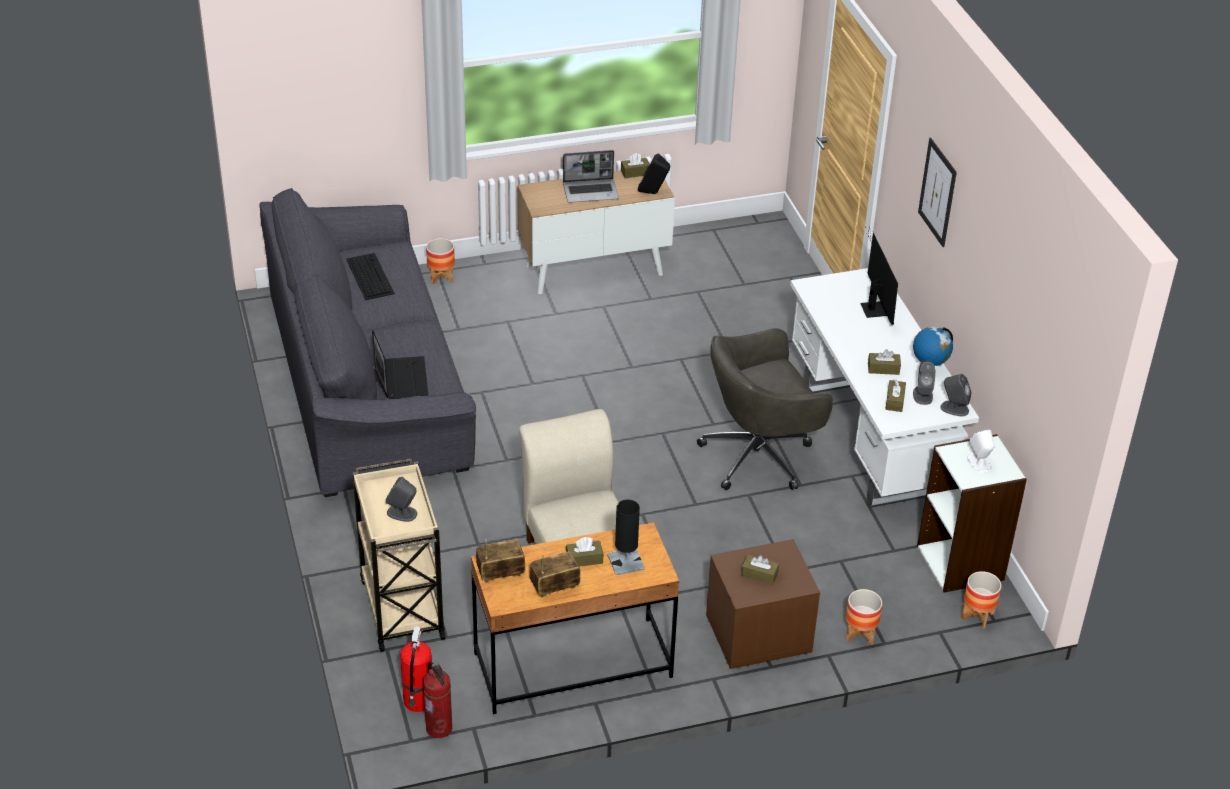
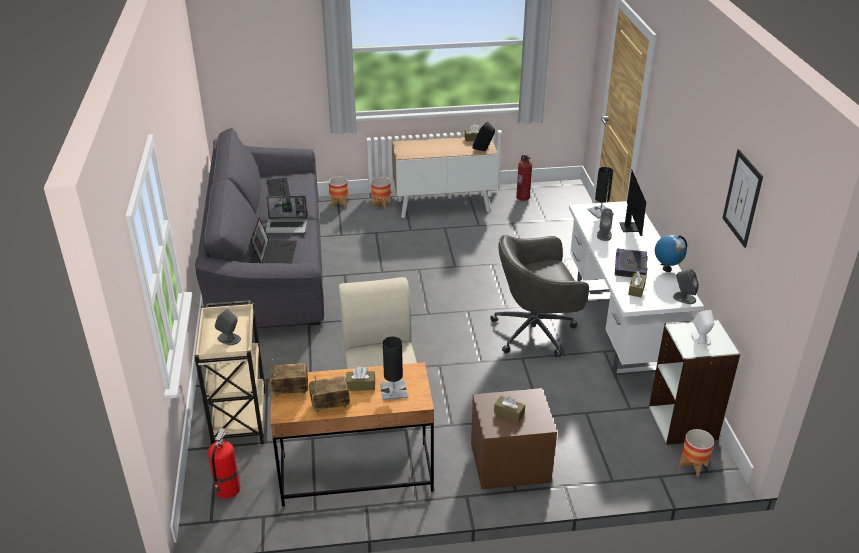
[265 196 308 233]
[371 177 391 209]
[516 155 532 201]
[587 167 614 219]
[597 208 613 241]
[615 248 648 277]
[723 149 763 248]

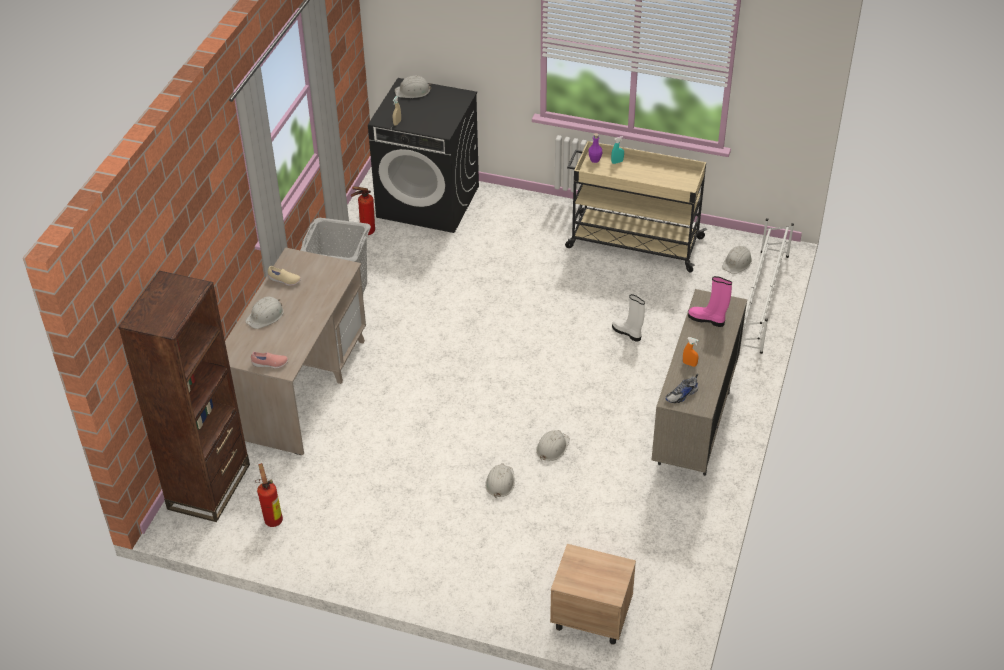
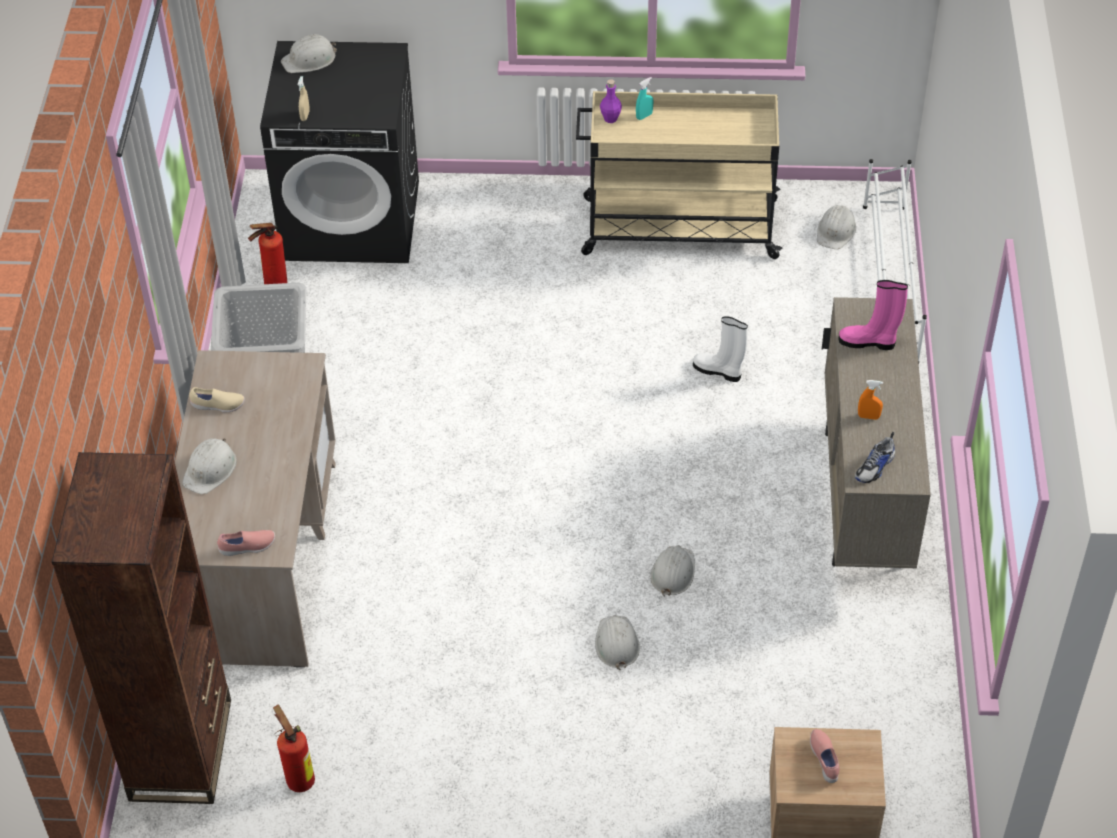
[810 729 839 783]

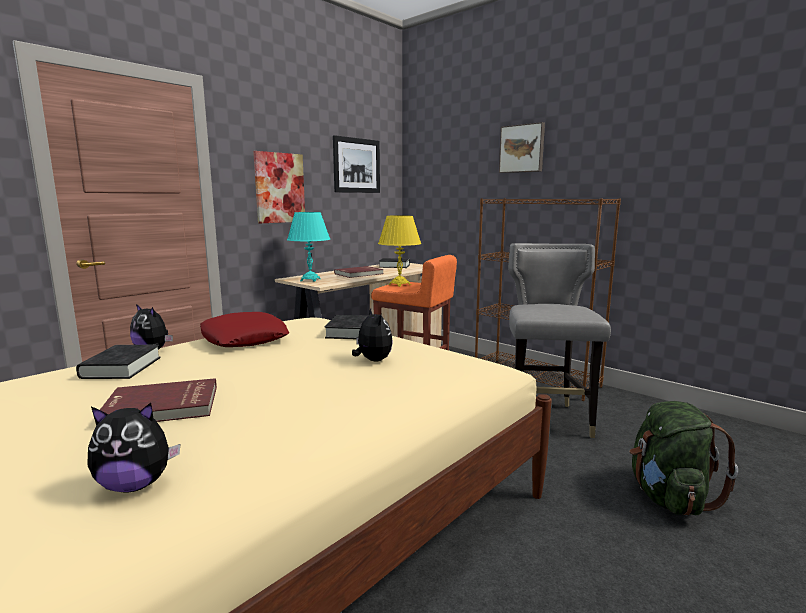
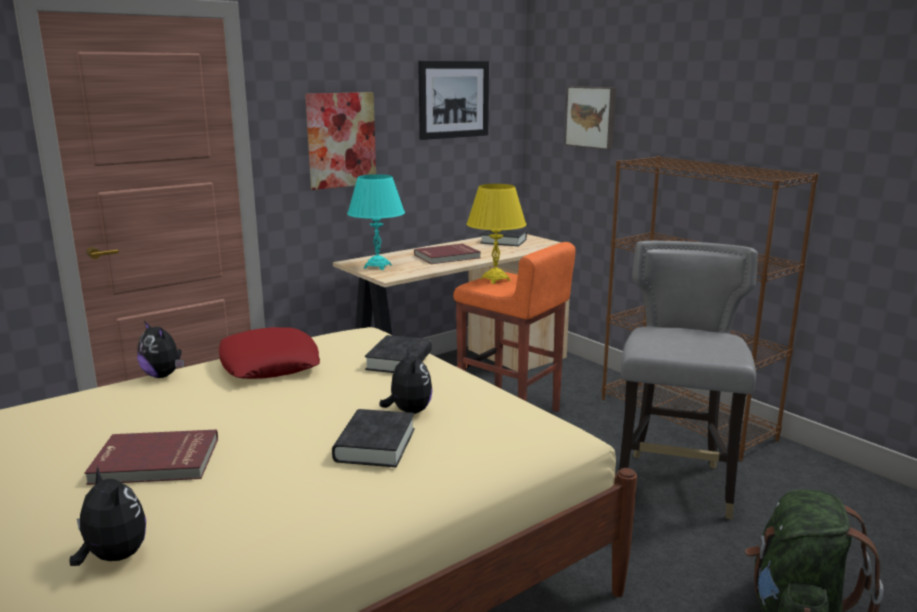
[69 467 146 566]
[332 409 415 467]
[565 86 616 150]

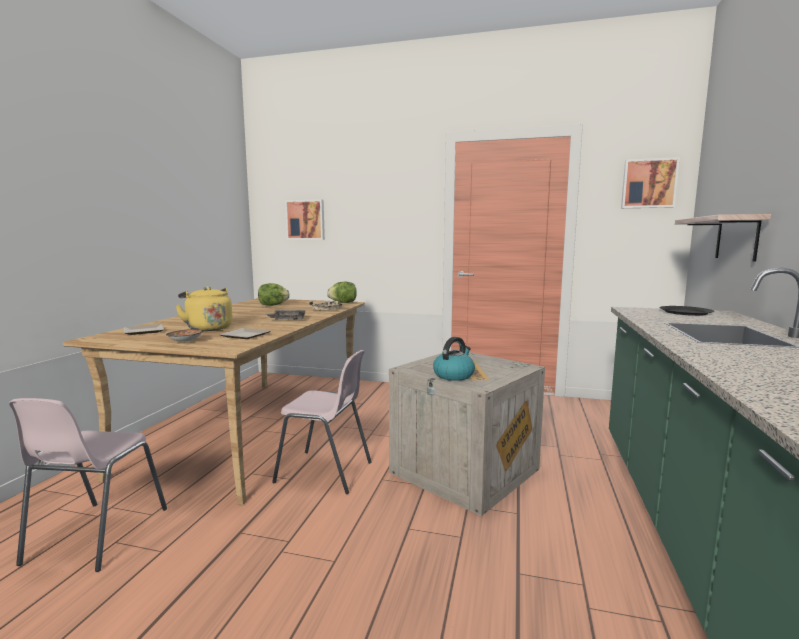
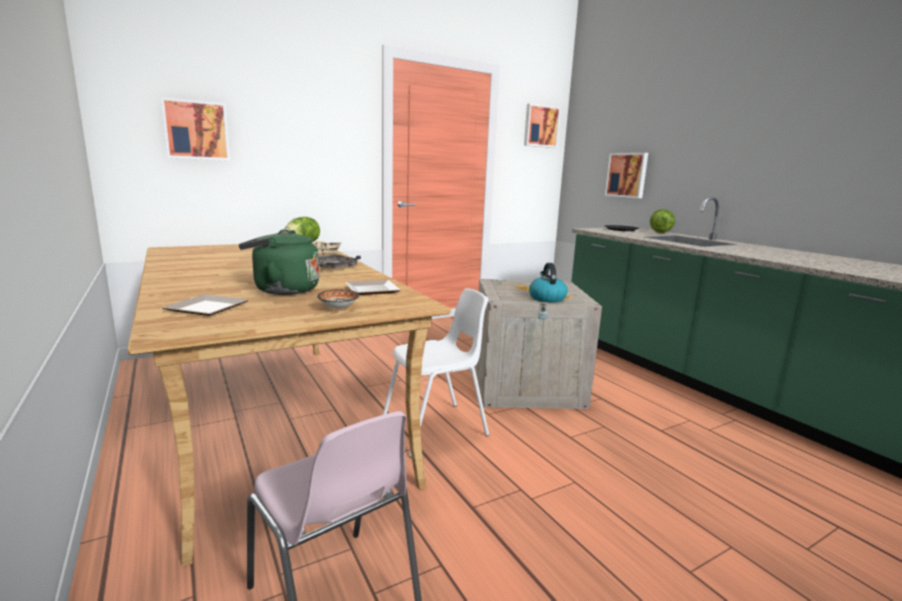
[239 229 319 295]
[383 288 489 458]
[605 153 648 198]
[650 209 675 233]

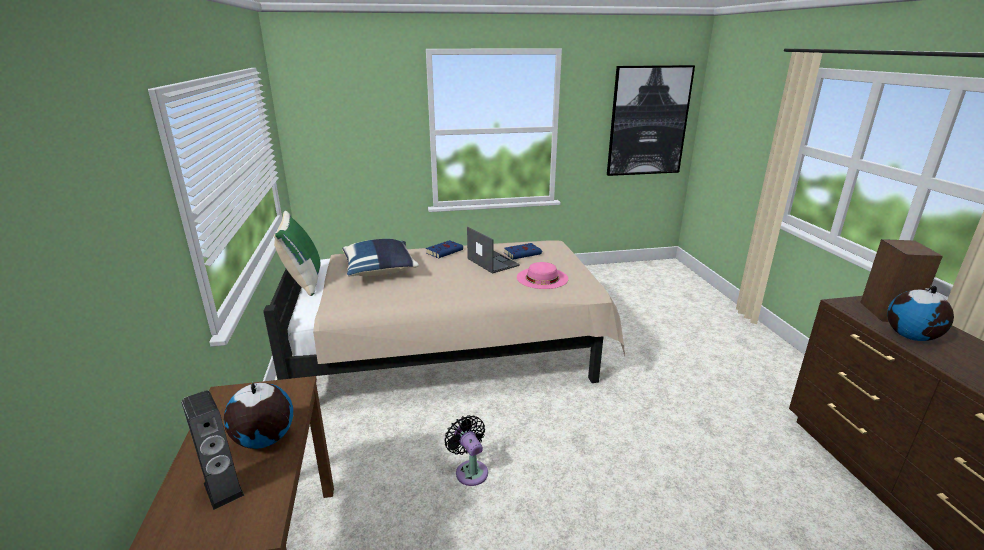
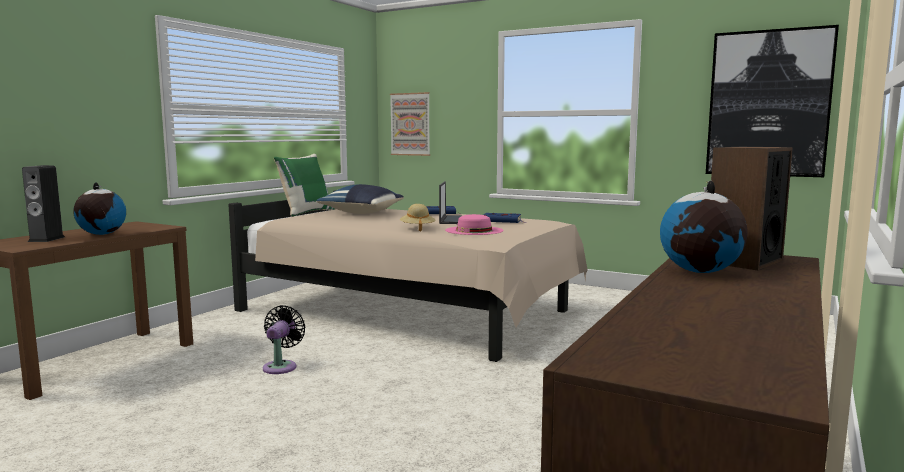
[390 92 430 156]
[400 204 436 231]

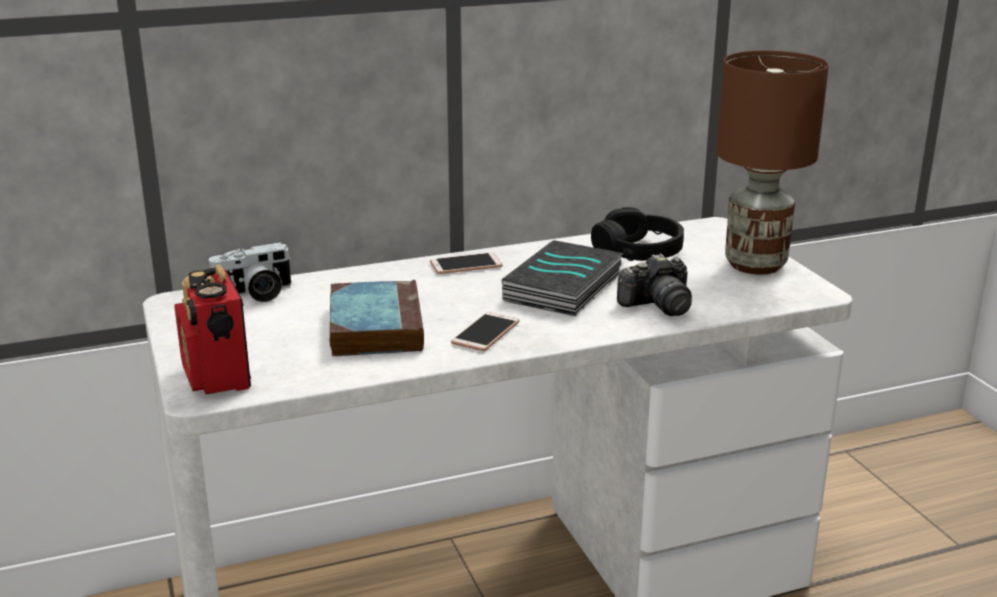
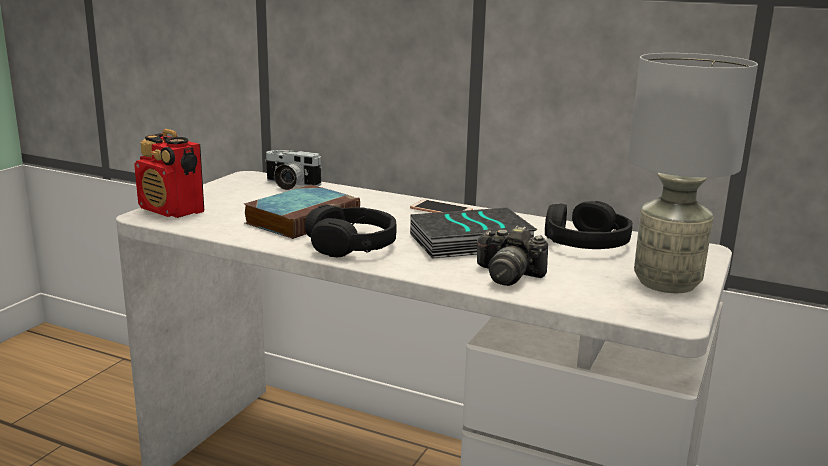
[135 129 204 218]
[305 204 397 257]
[628 53 758 293]

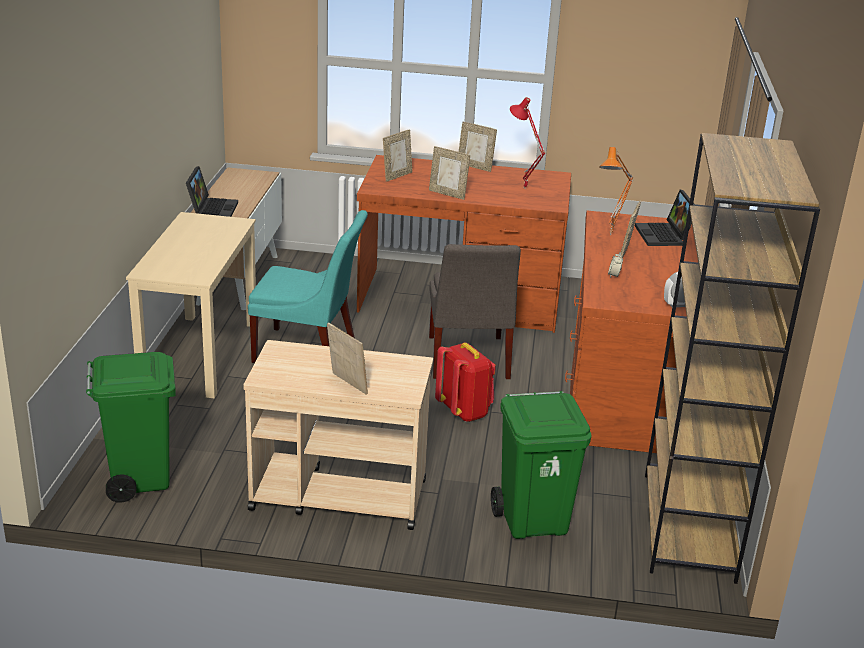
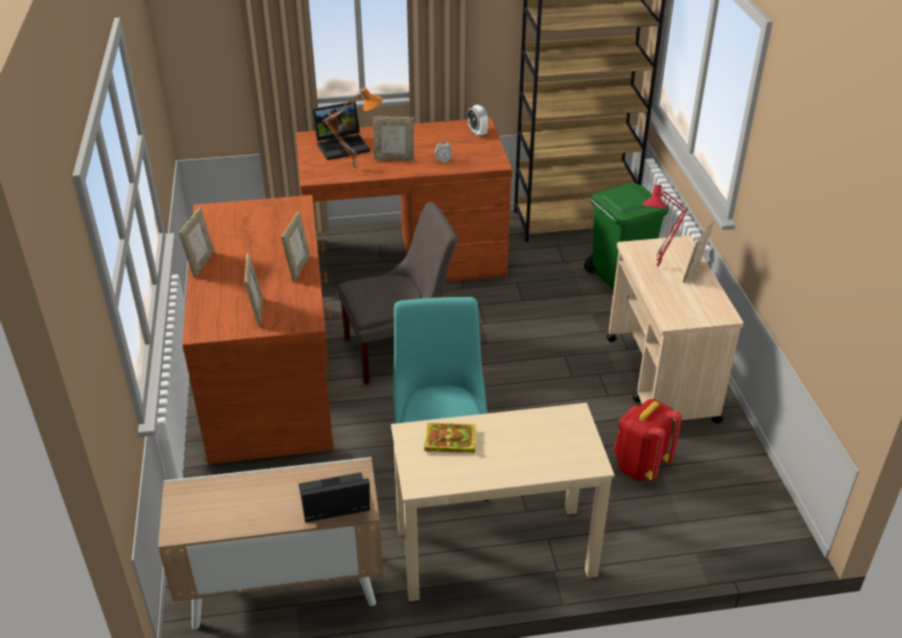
[244 253 263 327]
[424 422 476 453]
[613 399 682 481]
[642 184 688 268]
[86 352 176 503] (first image)

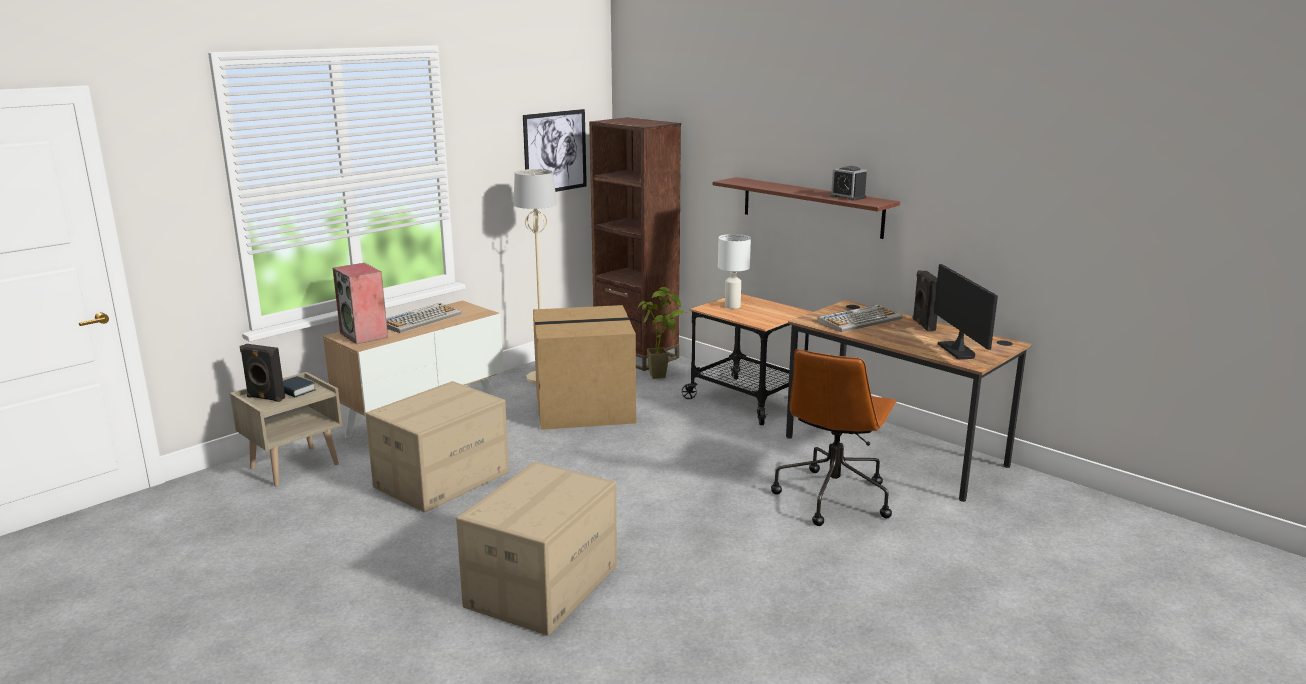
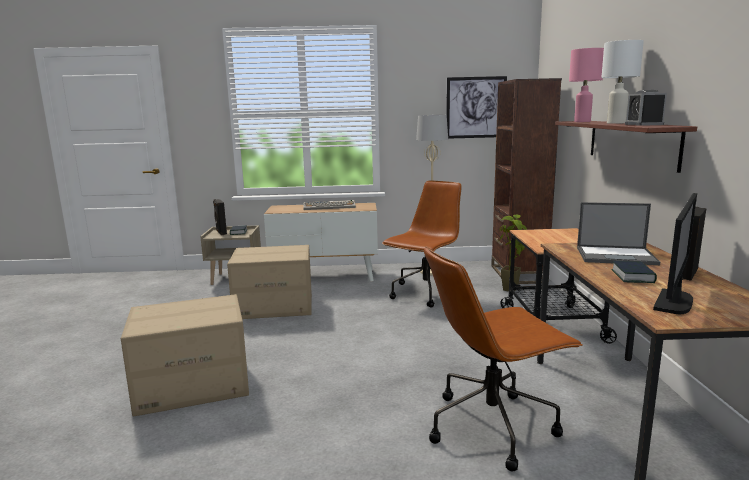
[382 180 462 308]
[569 48 604 122]
[577 202 660 265]
[601 40 644 124]
[612 261 657 283]
[333 263 388 344] (first image)

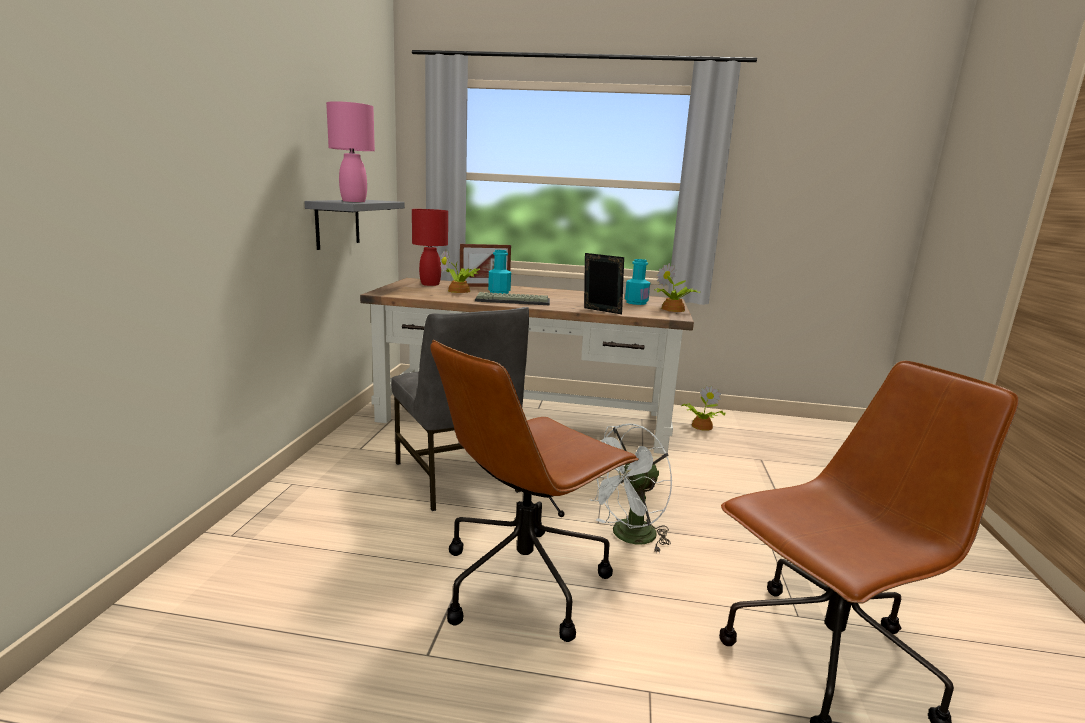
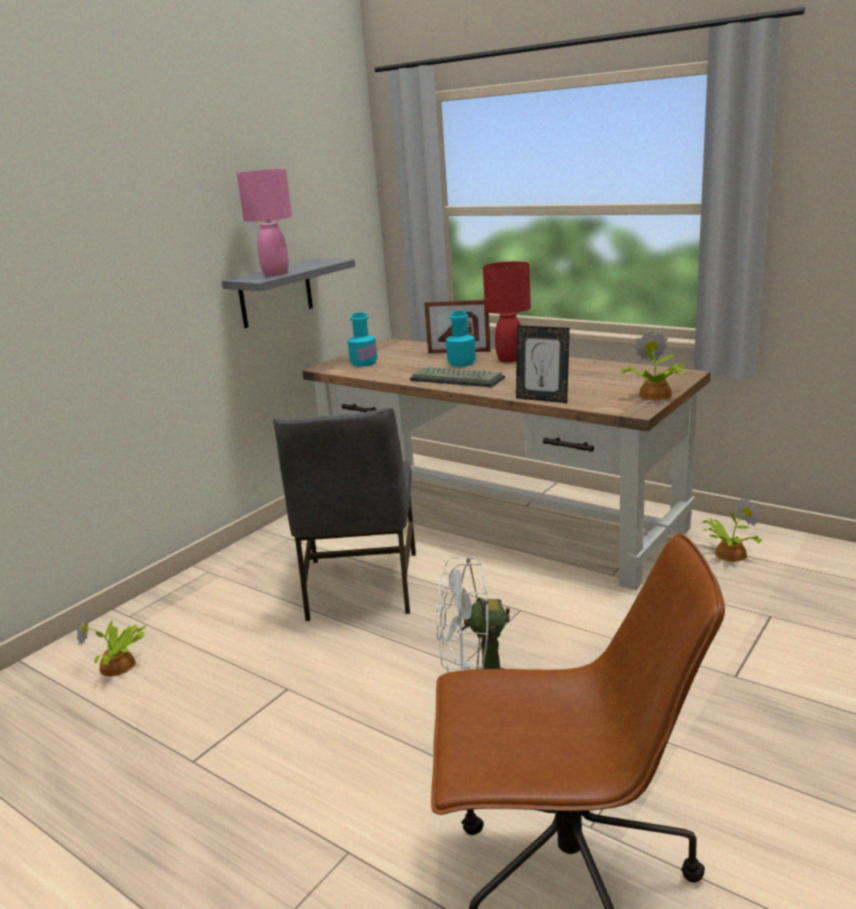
[77 610 146 676]
[348 312 377 367]
[483 261 531 362]
[516 325 570 403]
[430 340 639 642] (first image)

